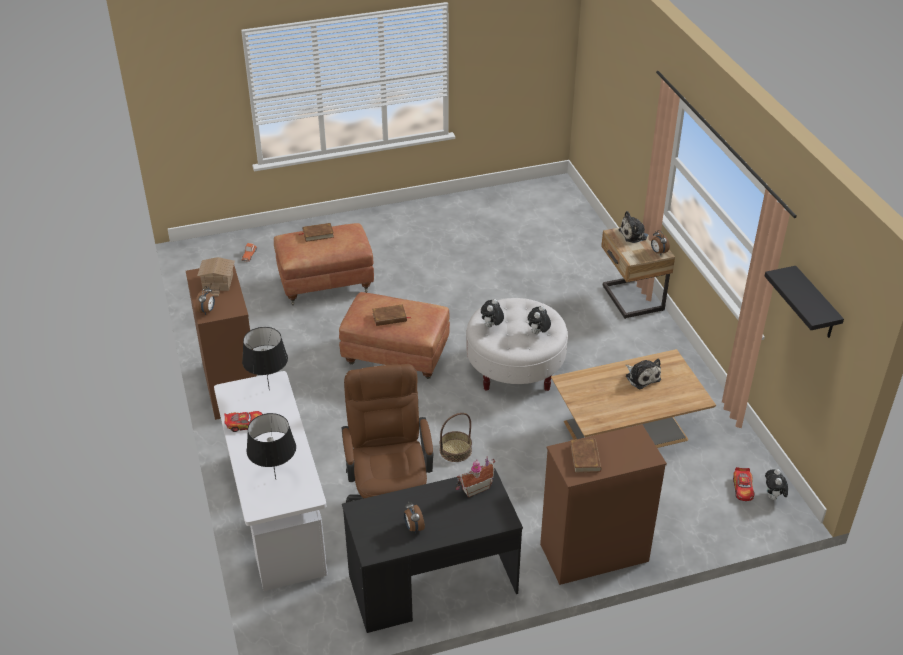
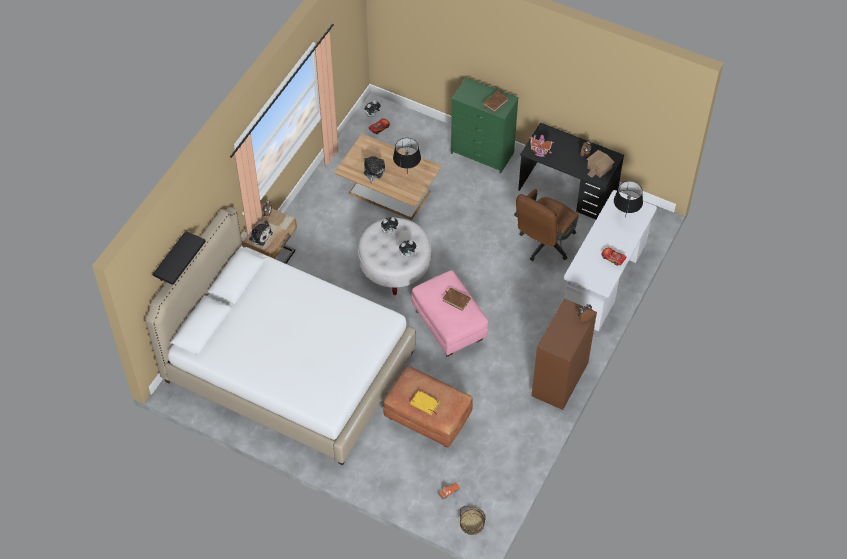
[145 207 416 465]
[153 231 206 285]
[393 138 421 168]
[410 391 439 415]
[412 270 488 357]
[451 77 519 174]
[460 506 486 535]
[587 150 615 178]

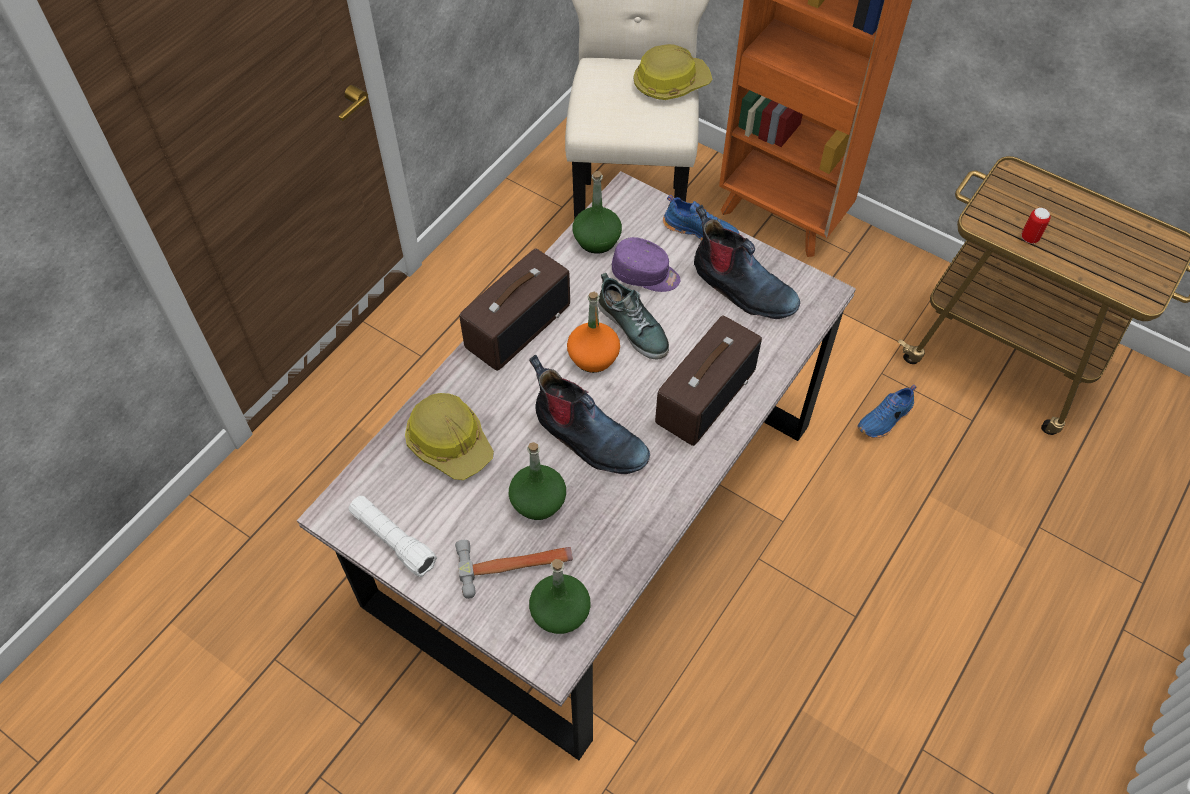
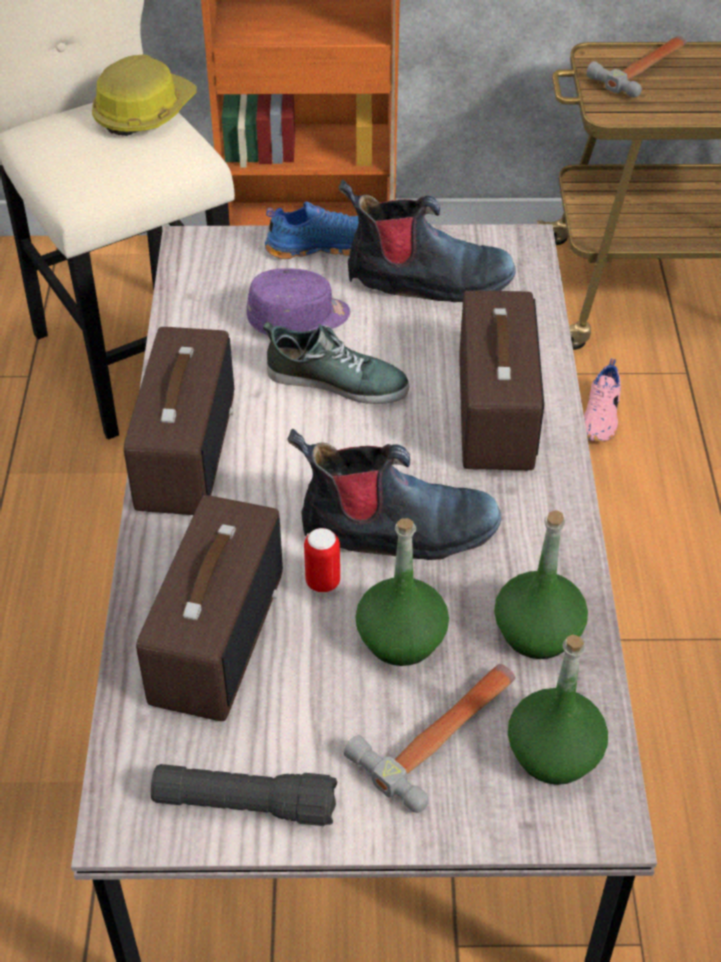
[136 495 283 721]
[151 764 337 826]
[304 528 340 593]
[494 510 588 659]
[584 358 621 442]
[586 36 687 97]
[567 292 620 373] (first image)

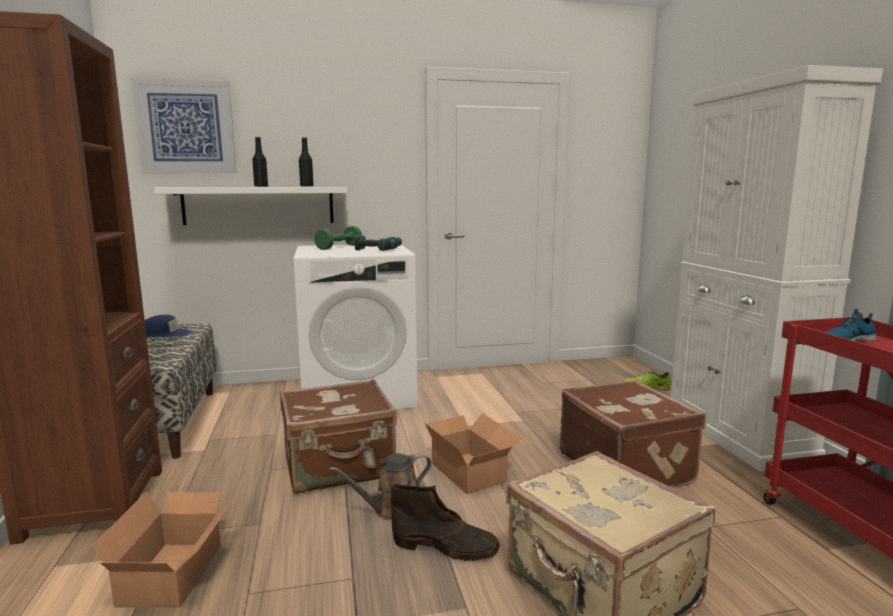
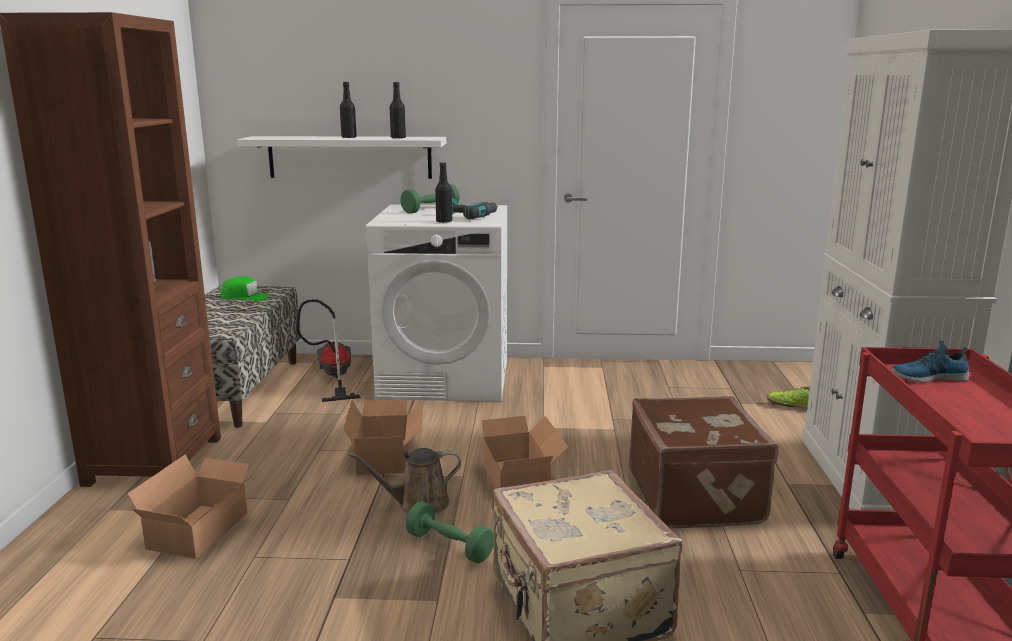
[221 276 272 301]
[296 299 361 402]
[343 399 423 475]
[406 501 494 563]
[435 162 452 223]
[131 78 236 173] (first image)

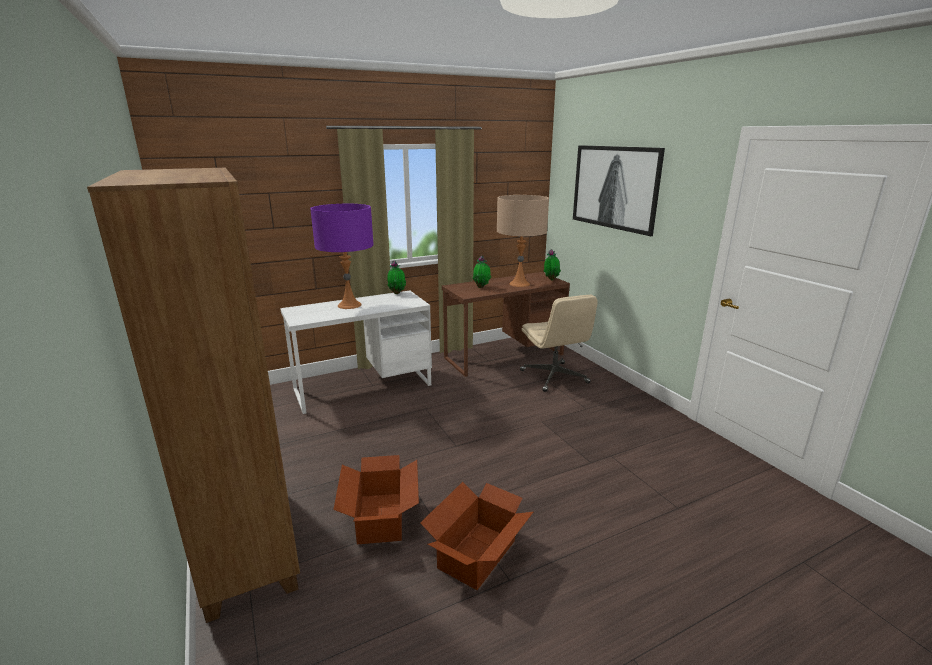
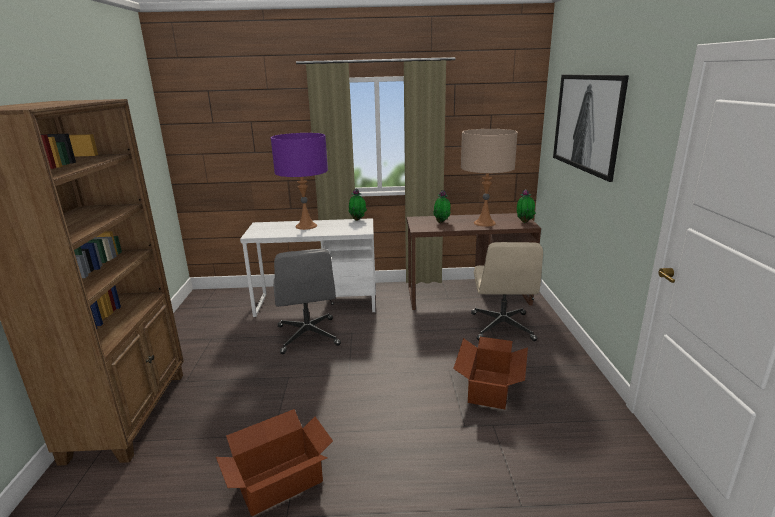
[273 249 341 354]
[453 337 528 409]

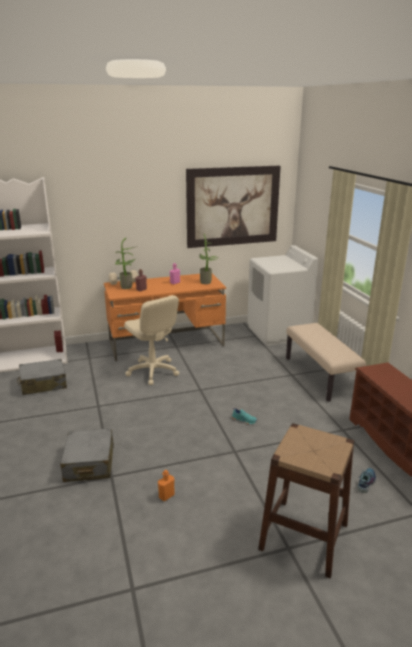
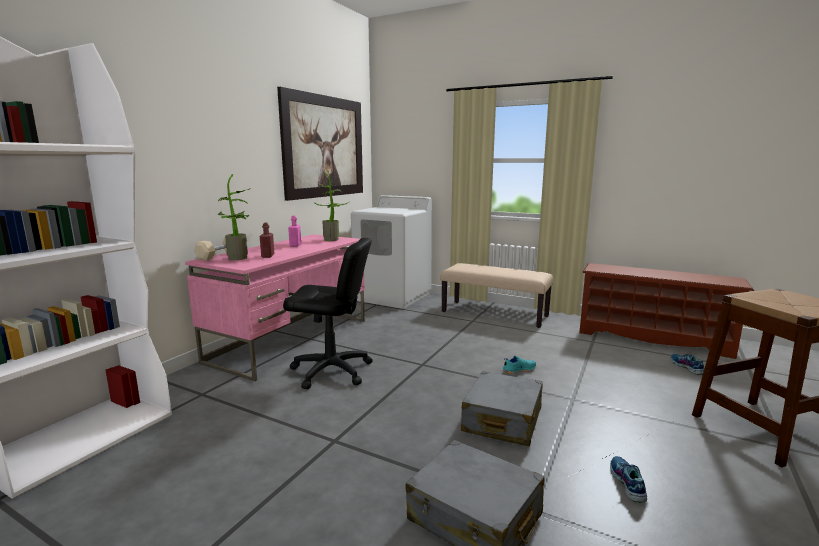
[185 234 365 381]
[283 238 373 389]
[461 371 543 446]
[610 456 647 503]

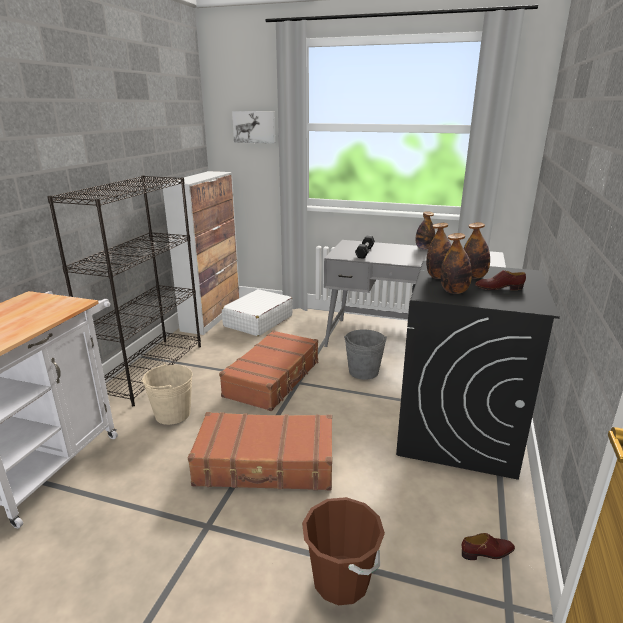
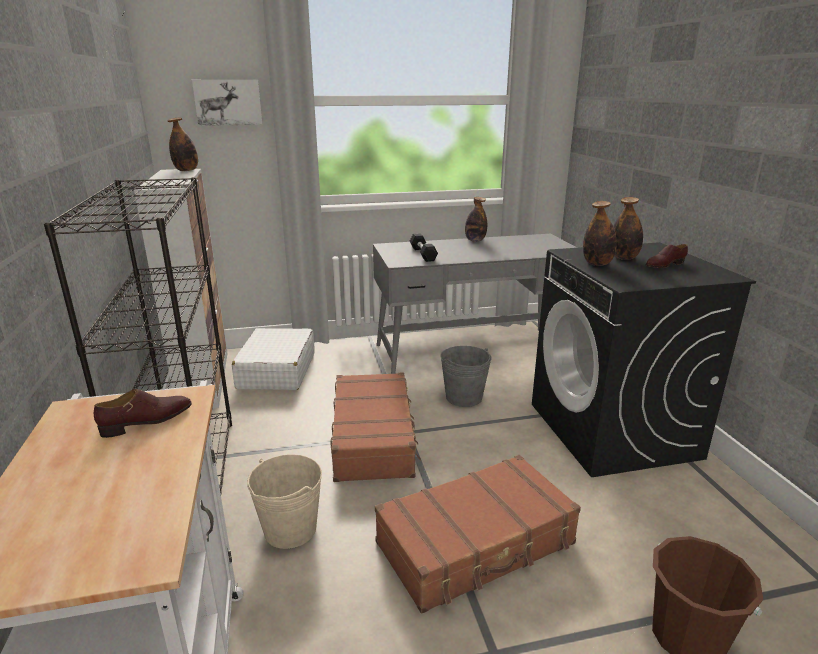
[94 389 191 438]
[167 117 198 171]

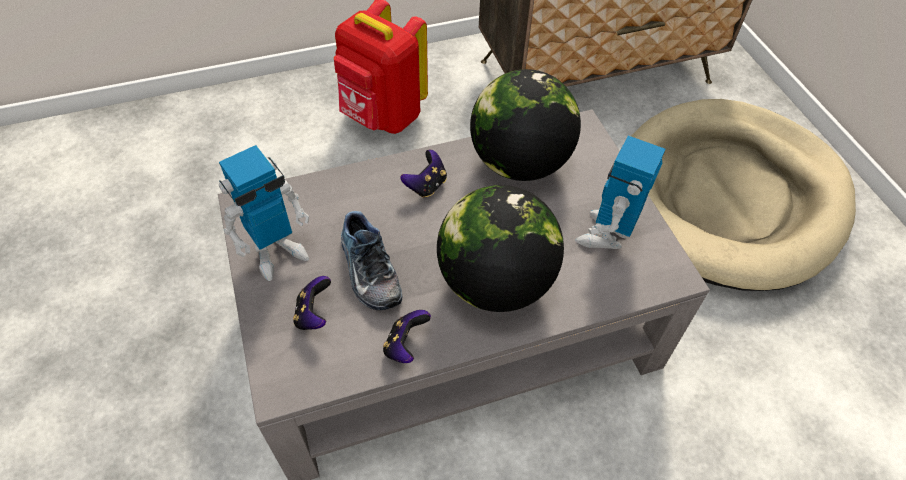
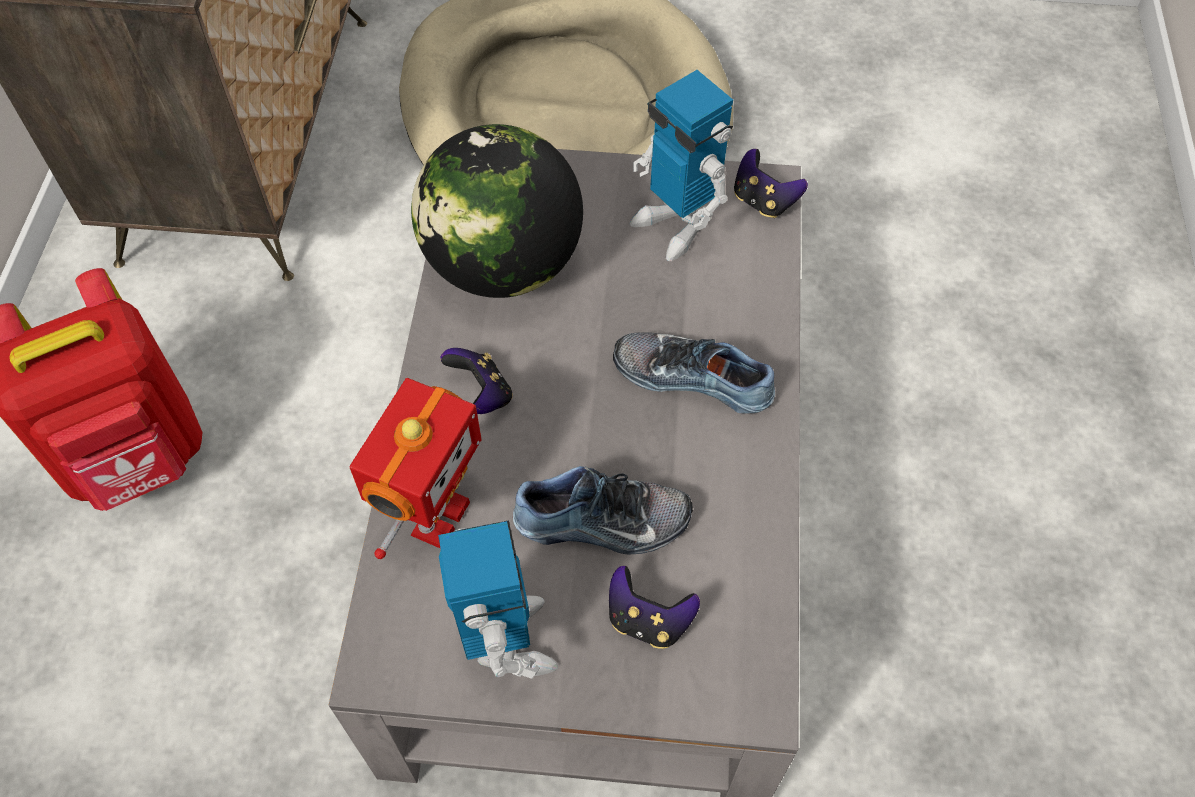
[350 378 482 559]
[613 332 775 414]
[734 149 808 218]

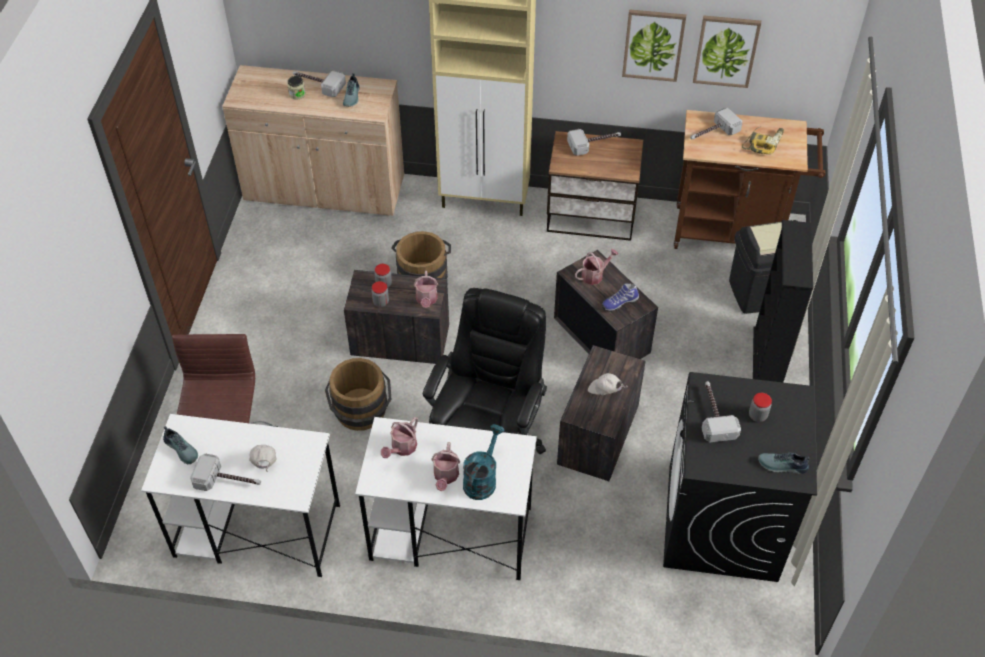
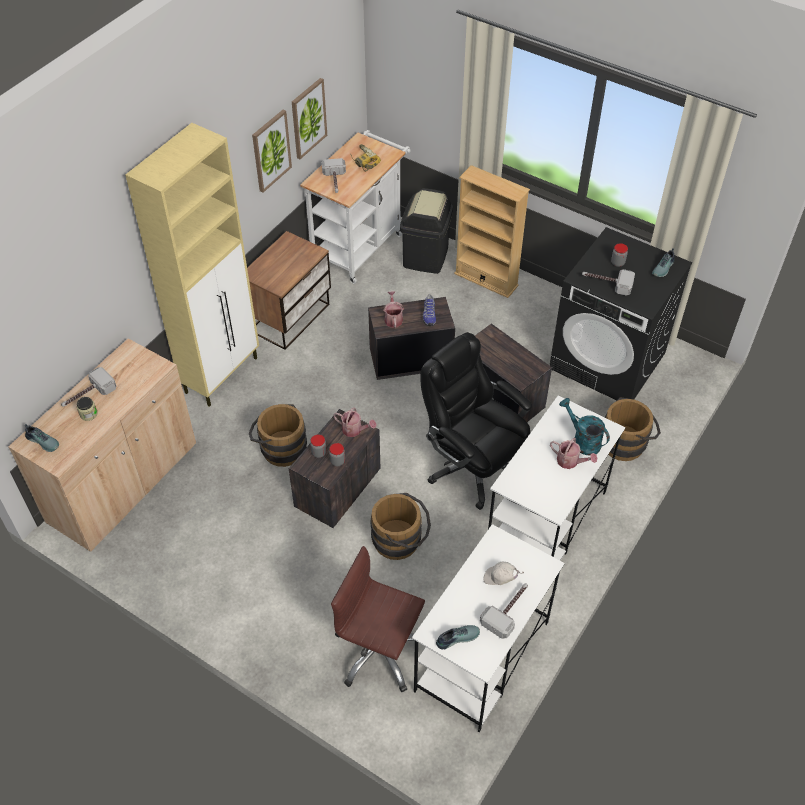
[25 424 59 452]
[300 130 411 284]
[454 165 530 298]
[605 397 661 461]
[381 417 418 458] (first image)
[567 129 621 155] (first image)
[588 373 628 395] (first image)

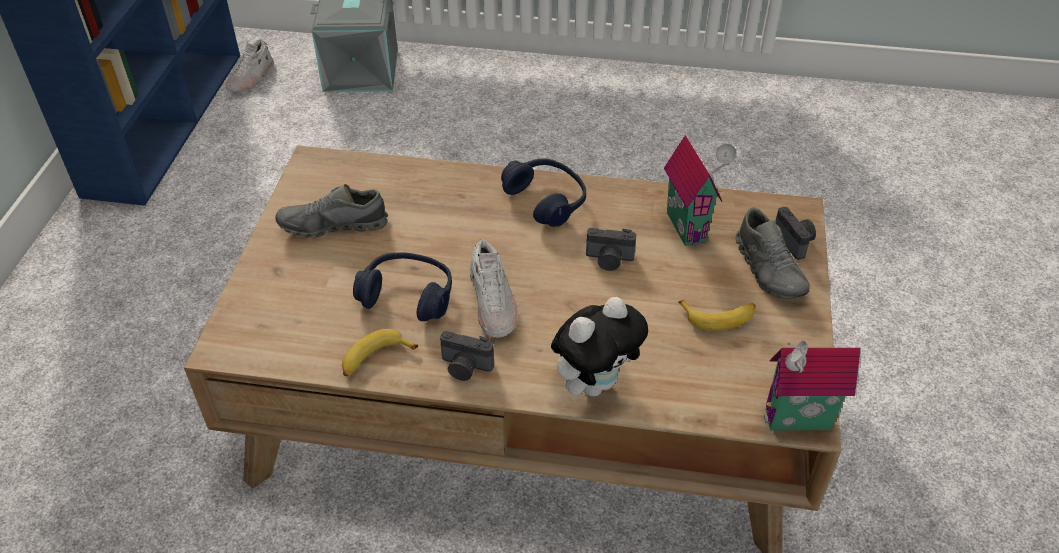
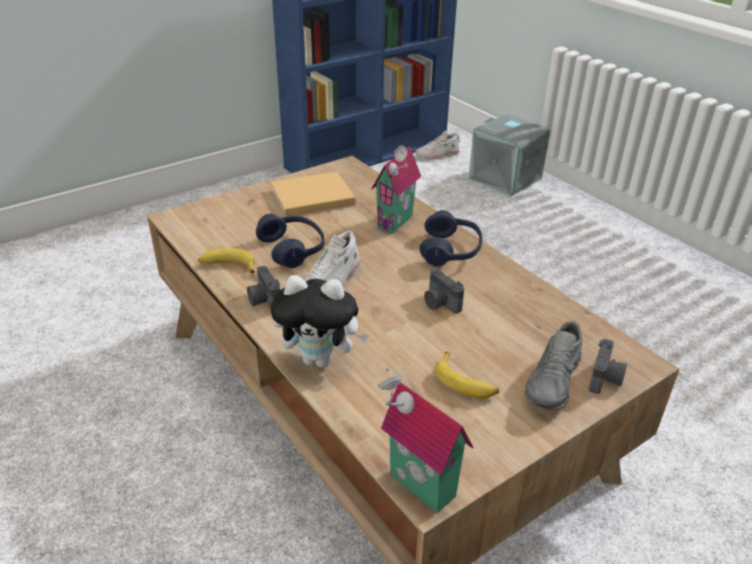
[271 172 356 217]
[372 145 421 233]

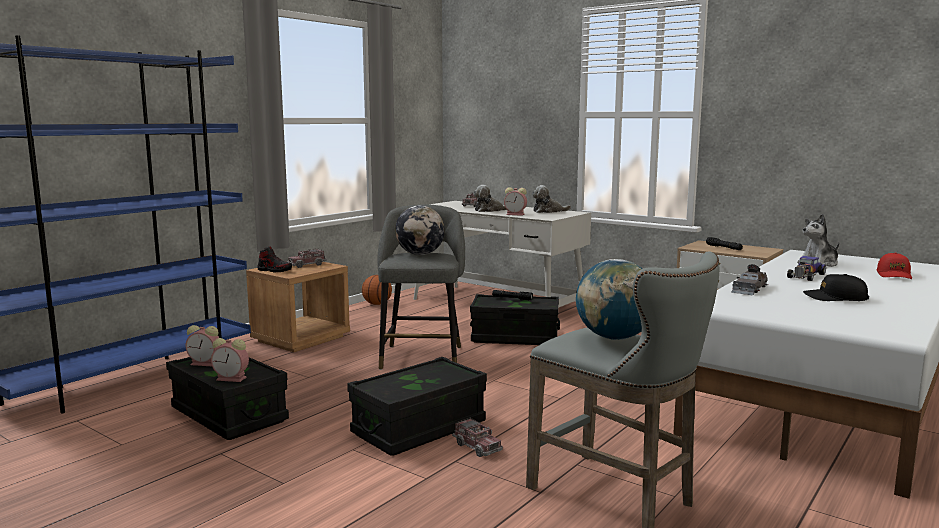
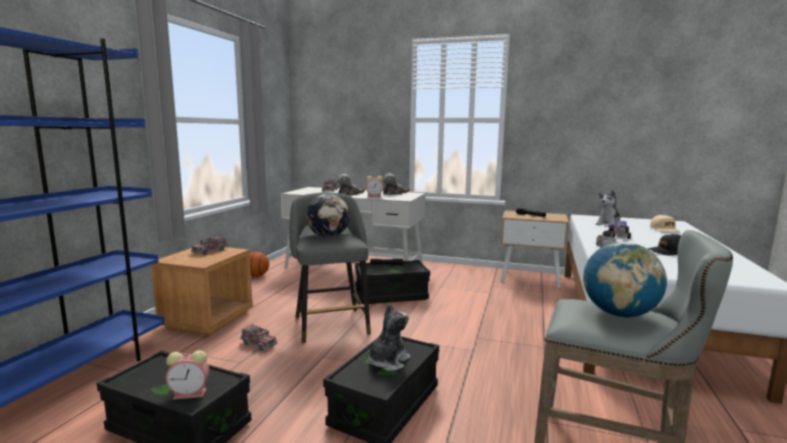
[240 324 277 351]
[368 303 411 371]
[650 215 680 233]
[186 325 219 366] (first image)
[257 246 292 272] (first image)

